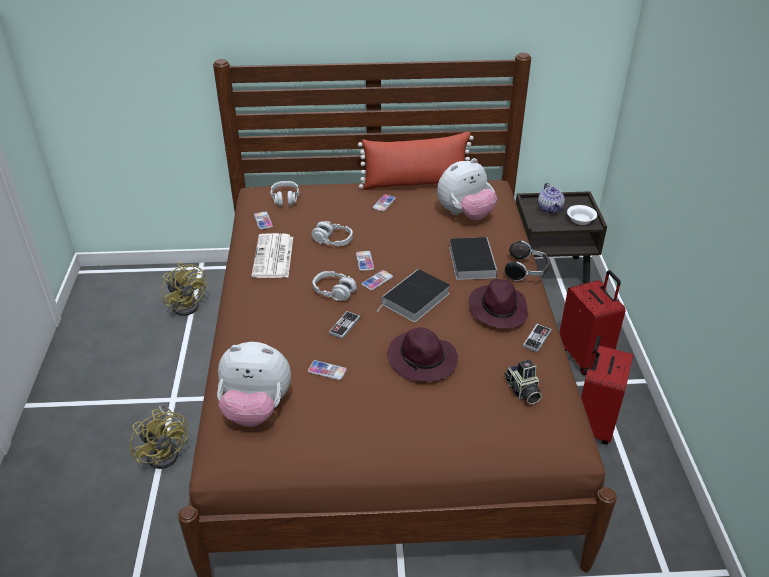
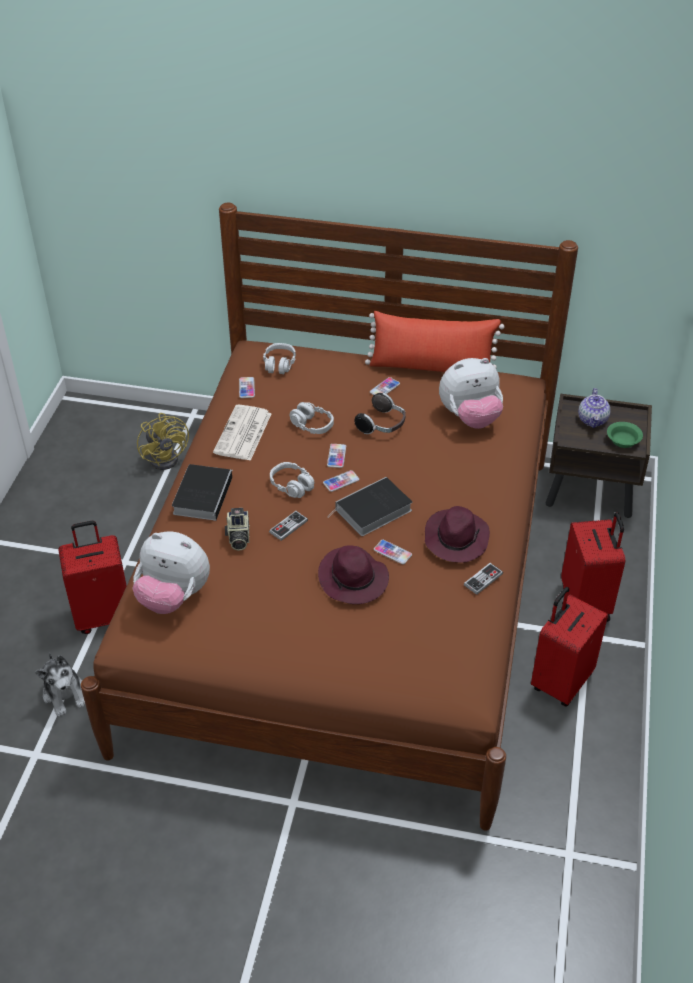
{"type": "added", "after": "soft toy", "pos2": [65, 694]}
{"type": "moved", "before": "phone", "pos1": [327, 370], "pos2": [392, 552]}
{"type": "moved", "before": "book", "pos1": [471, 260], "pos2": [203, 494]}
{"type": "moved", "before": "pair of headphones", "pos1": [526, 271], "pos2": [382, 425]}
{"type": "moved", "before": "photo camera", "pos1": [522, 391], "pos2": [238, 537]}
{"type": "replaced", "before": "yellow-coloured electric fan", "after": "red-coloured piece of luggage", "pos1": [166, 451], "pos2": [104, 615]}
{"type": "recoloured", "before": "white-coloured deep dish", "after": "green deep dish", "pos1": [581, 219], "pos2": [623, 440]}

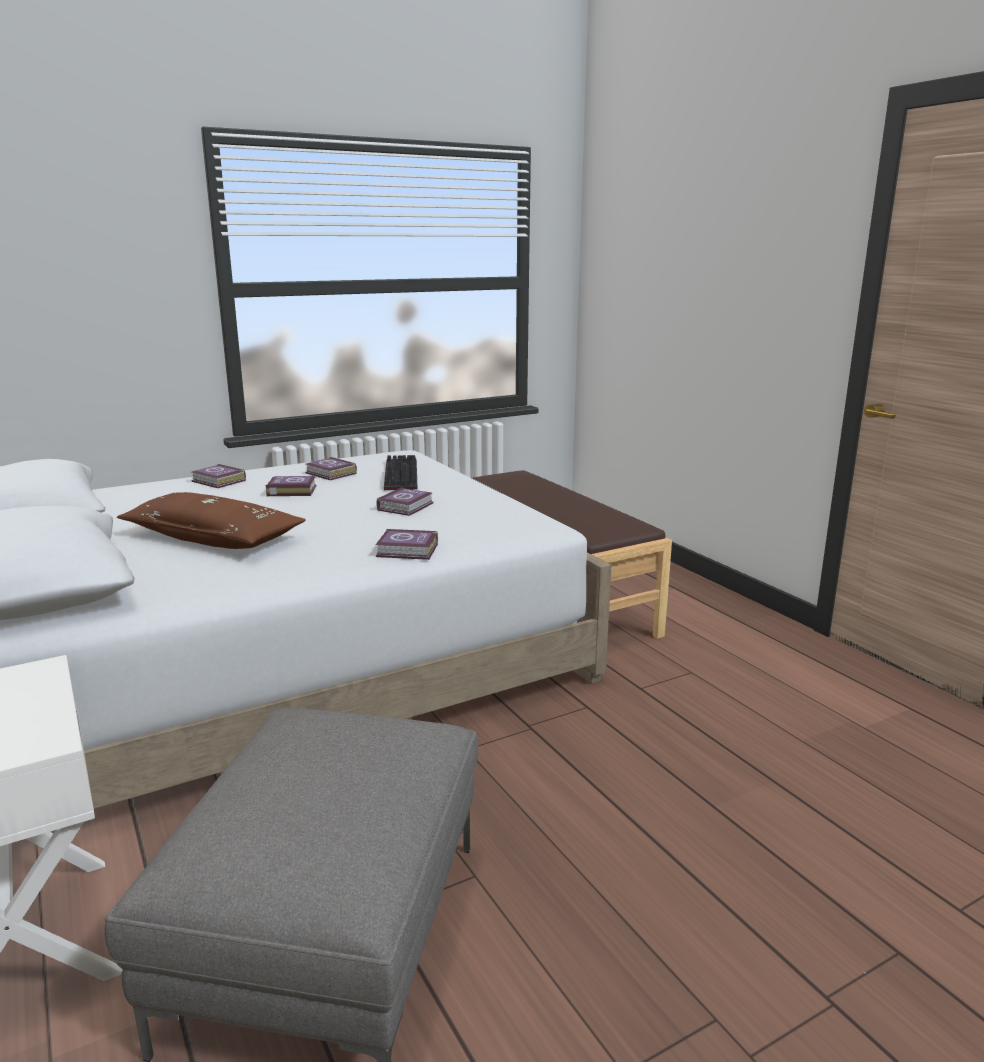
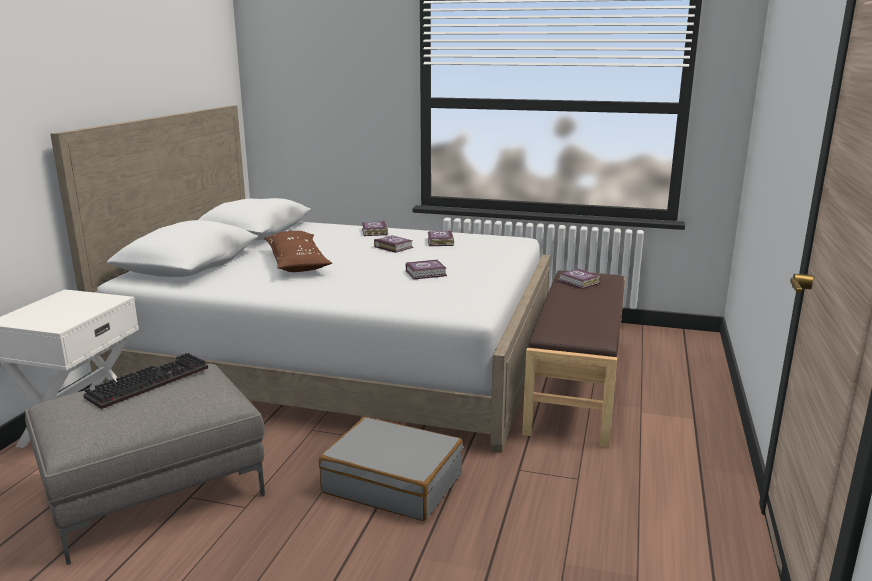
{"type": "added", "after": "grey piece of luggage", "pos2": [393, 483]}
{"type": "moved", "before": "book", "pos1": [408, 551], "pos2": [579, 282]}
{"type": "moved", "before": "keyboard", "pos1": [399, 475], "pos2": [149, 381]}

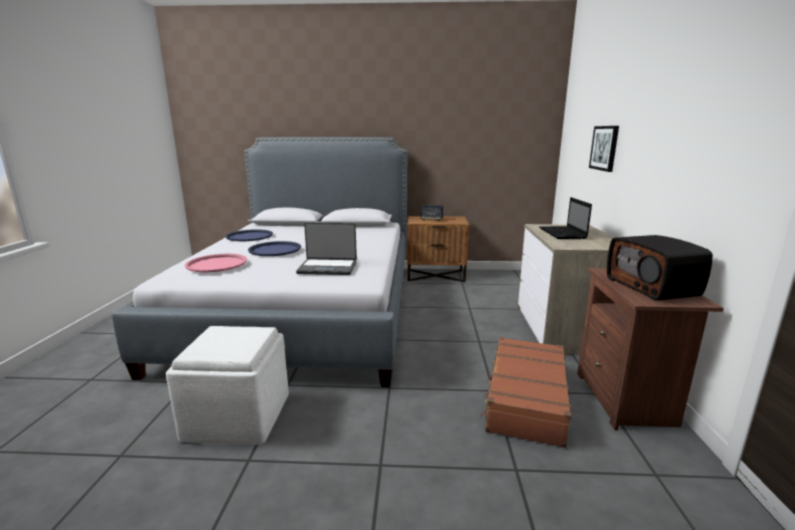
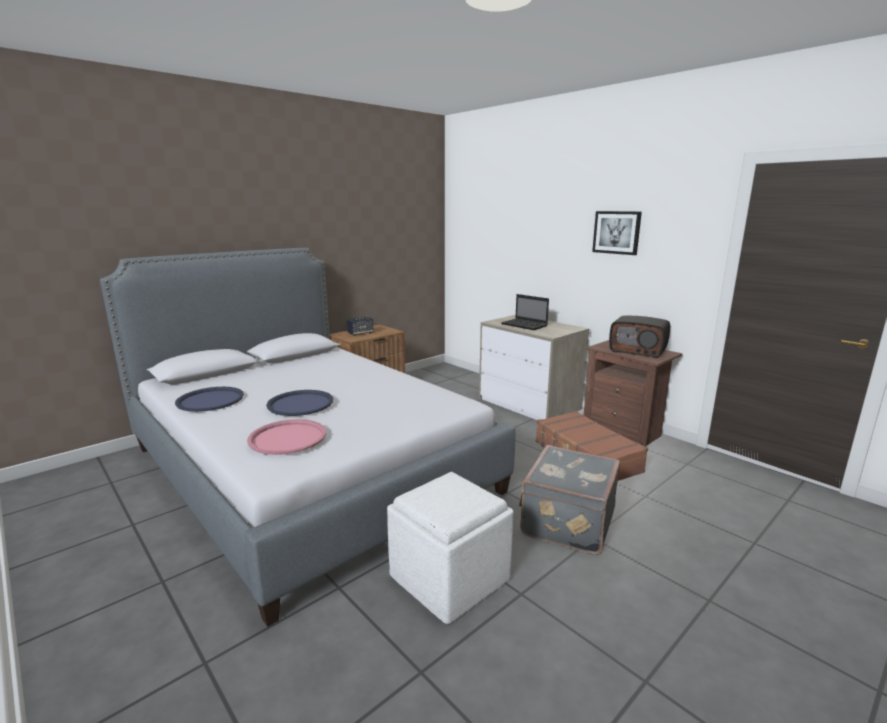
{"type": "removed", "before": "laptop", "pos1": [328, 268]}
{"type": "added", "after": "grey piece of luggage", "pos2": [566, 522]}
{"type": "moved", "before": "wall art", "pos1": [604, 148], "pos2": [616, 232]}

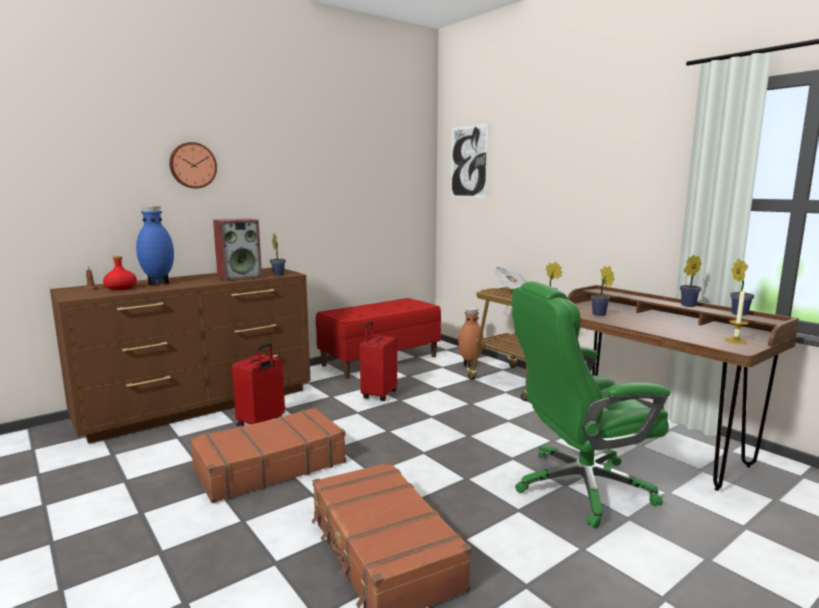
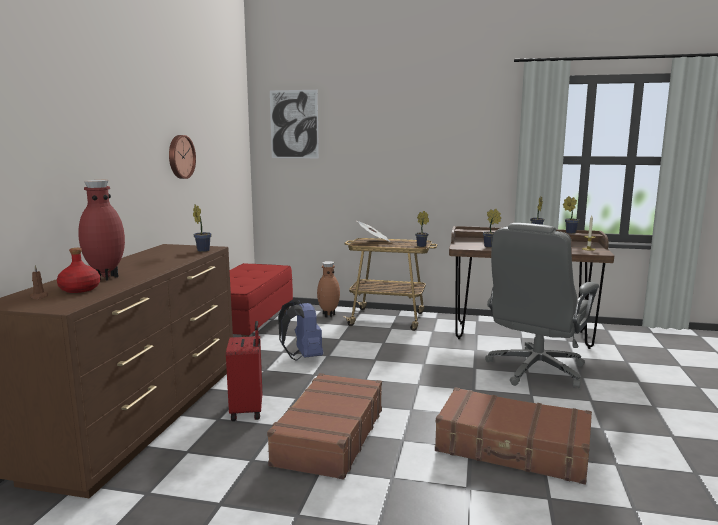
{"type": "removed", "before": "speaker", "pos1": [240, 277]}
{"type": "moved", "before": "wall clock", "pos1": [192, 165], "pos2": [180, 157]}
{"type": "replaced", "before": "red-coloured piece of luggage", "after": "bluish rucksack", "pos1": [378, 395], "pos2": [303, 357]}
{"type": "recoloured", "before": "bluish vase", "after": "red-coloured vase", "pos1": [158, 283], "pos2": [105, 278]}
{"type": "recoloured", "before": "green desk chair", "after": "grey desk chair", "pos1": [579, 487], "pos2": [535, 370]}

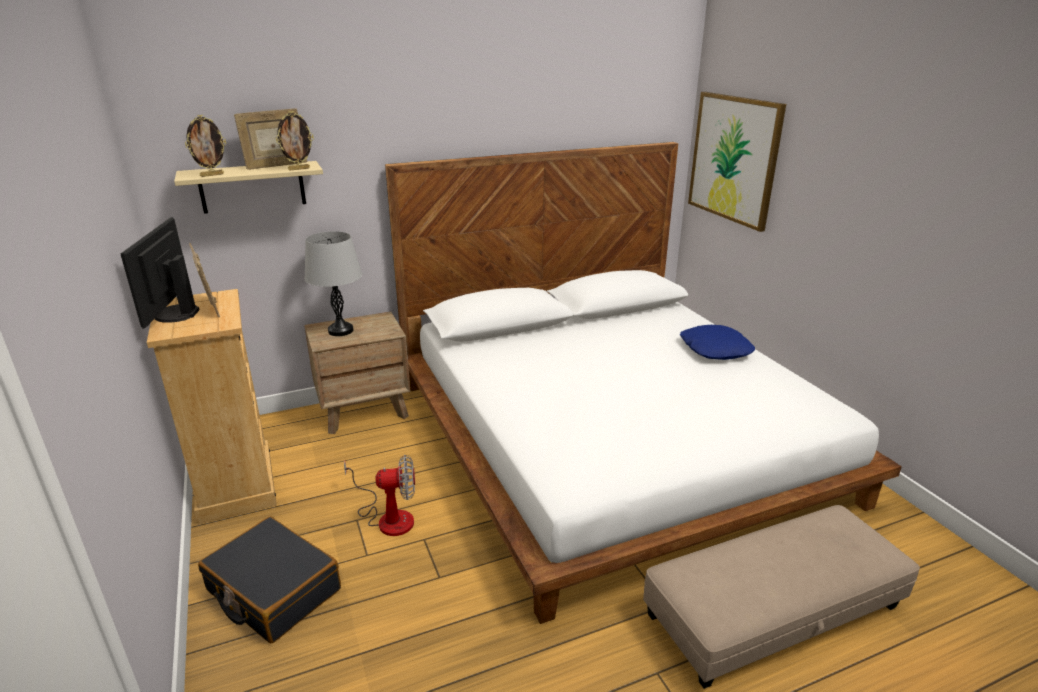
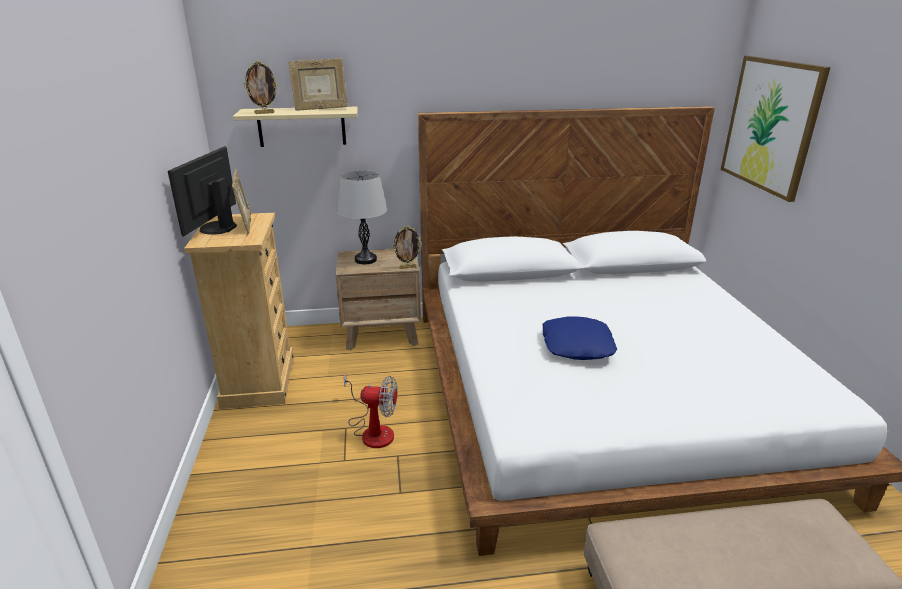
{"type": "removed", "before": "black-coloured piece of luggage", "pos1": [273, 590]}
{"type": "moved", "before": "standing frame", "pos1": [299, 169], "pos2": [407, 267]}
{"type": "moved", "before": "bluish throw pillow", "pos1": [714, 349], "pos2": [576, 345]}

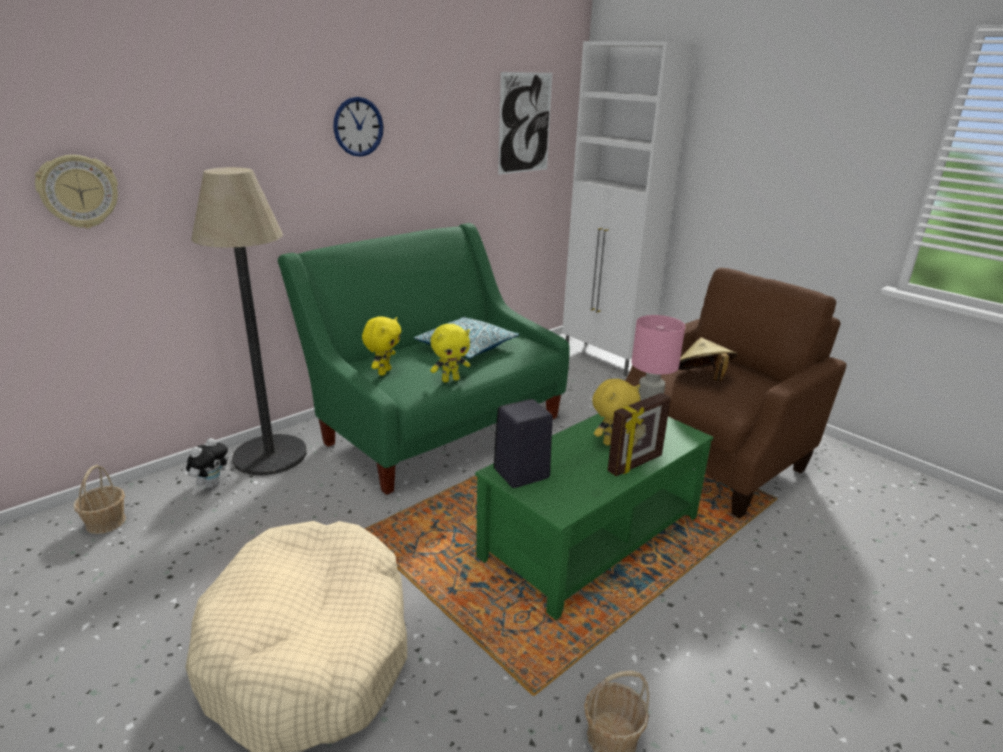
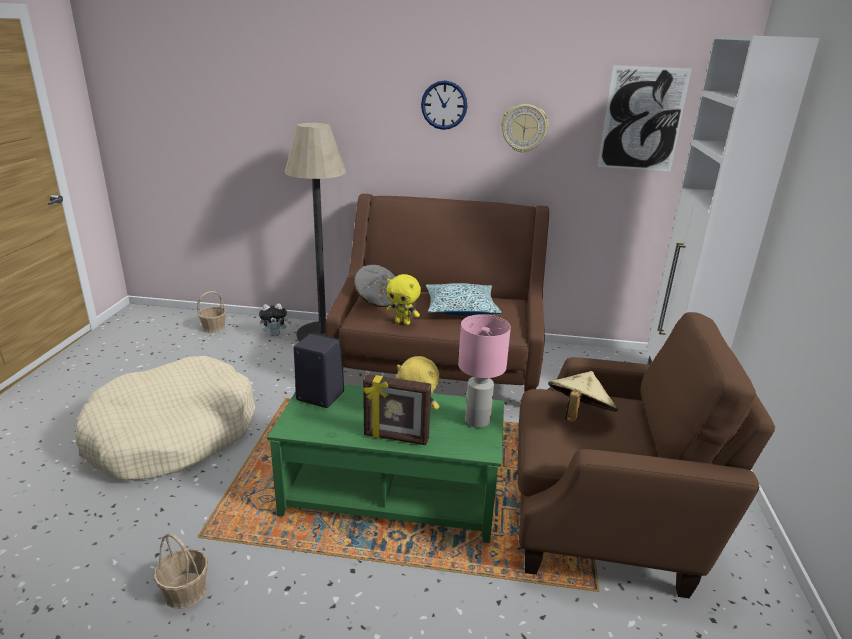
{"type": "moved", "before": "wall clock", "pos1": [78, 191], "pos2": [524, 128]}
{"type": "replaced", "before": "yellow-coloured soft toy", "after": "grey hat", "pos1": [383, 372], "pos2": [377, 300]}
{"type": "recoloured", "before": "green settee", "after": "brown-coloured settee", "pos1": [435, 424], "pos2": [438, 366]}

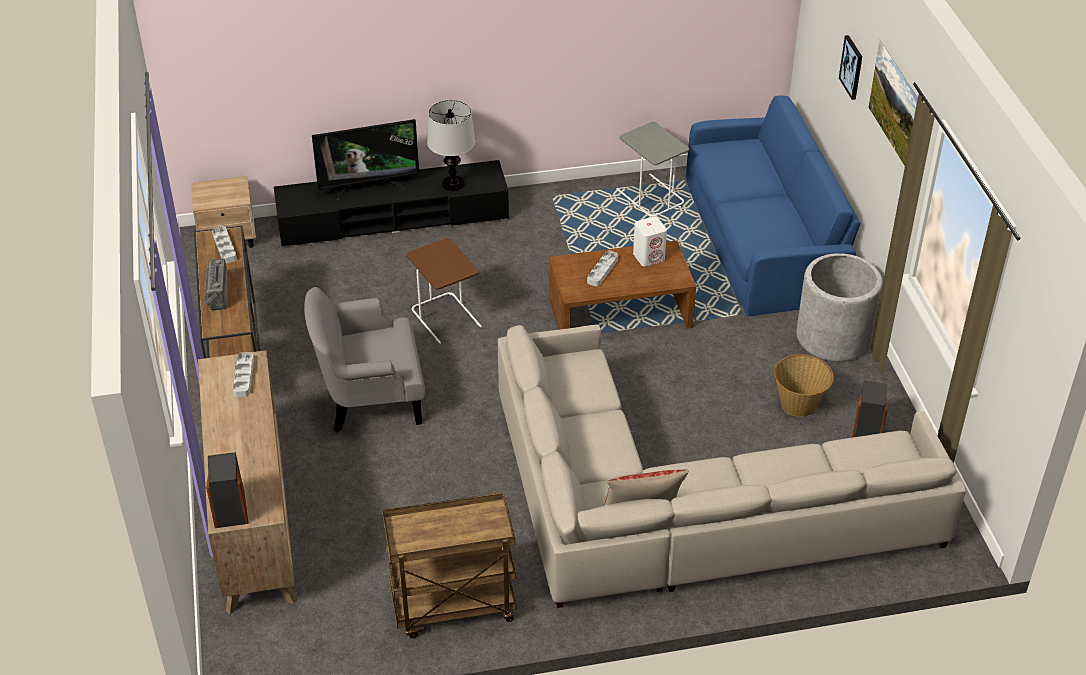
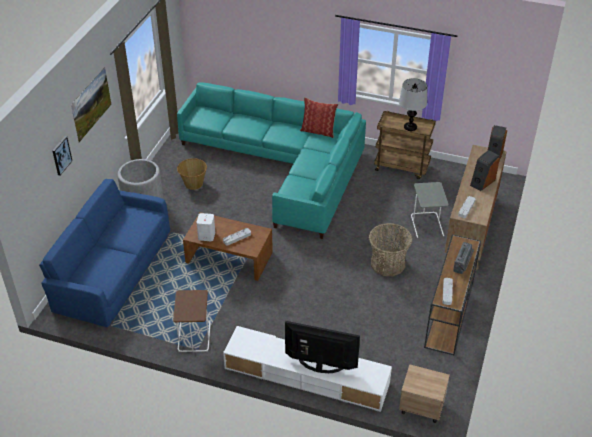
{"type": "moved", "before": "brown-coloured side table", "pos1": [446, 318], "pos2": [193, 335]}
{"type": "moved", "before": "tabletop lamp", "pos1": [453, 184], "pos2": [410, 127]}
{"type": "moved", "before": "grey side table", "pos1": [649, 196], "pos2": [427, 225]}
{"type": "moved", "before": "speaker", "pos1": [866, 429], "pos2": [482, 182]}
{"type": "replaced", "before": "grey easy chair", "after": "storage basket", "pos1": [370, 398], "pos2": [388, 264]}
{"type": "recoloured", "before": "black-coloured tv unit", "after": "white-coloured tv unit", "pos1": [393, 218], "pos2": [306, 376]}
{"type": "recoloured", "before": "beige settee", "after": "turquoise settee", "pos1": [683, 509], "pos2": [283, 165]}

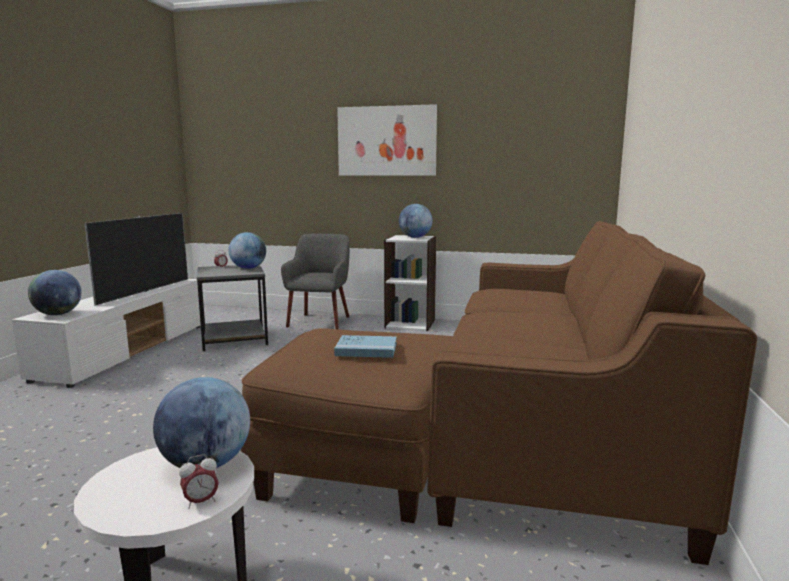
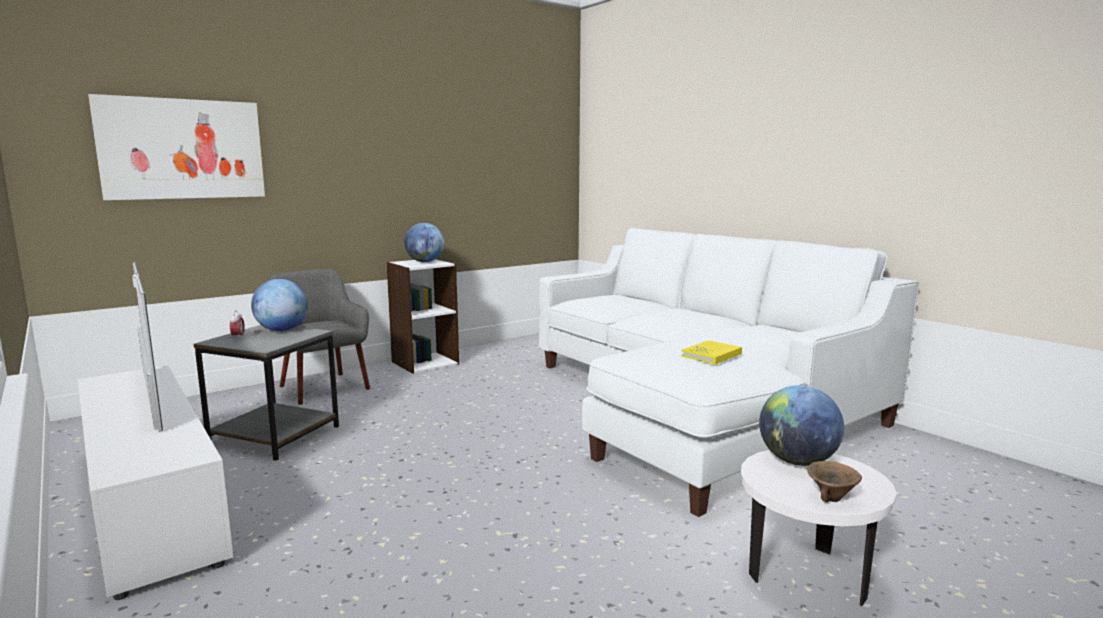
{"type": "removed", "before": "desk globe", "pos1": [58, 314]}
{"type": "removed", "before": "alarm clock", "pos1": [201, 502]}
{"type": "added", "after": "brown-coloured deep dish", "pos2": [831, 497]}
{"type": "moved", "before": "wall art", "pos1": [386, 141], "pos2": [182, 149]}
{"type": "recoloured", "before": "brown-coloured settee", "after": "white-coloured settee", "pos1": [513, 426], "pos2": [693, 405]}
{"type": "recoloured", "before": "bluish book", "after": "yellow-coloured book", "pos1": [366, 349], "pos2": [711, 355]}

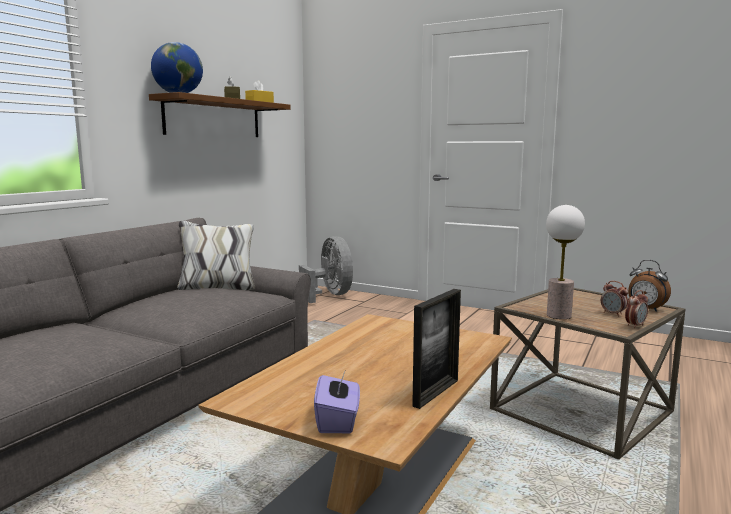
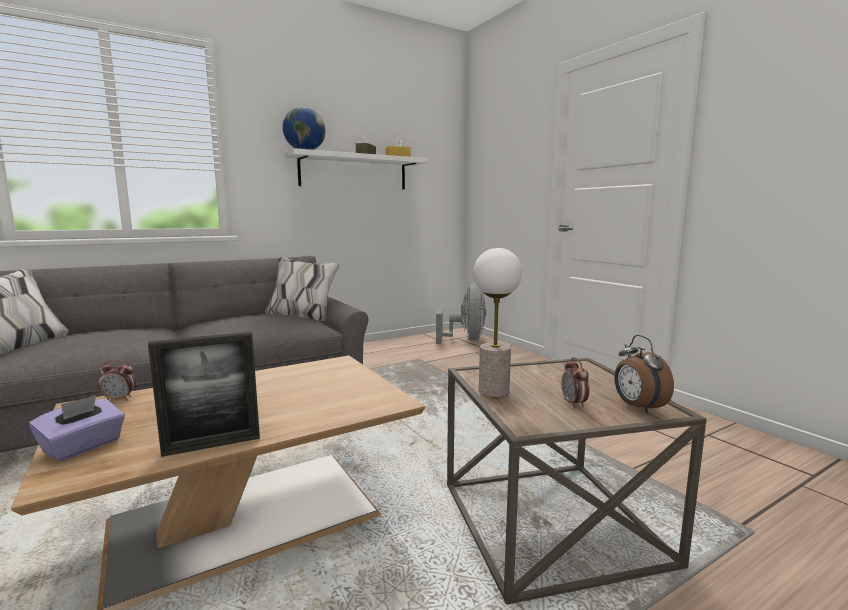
{"type": "moved", "before": "alarm clock", "pos1": [635, 326], "pos2": [119, 399]}
{"type": "recoloured", "before": "brown-coloured wall shelf", "after": "white-coloured wall shelf", "pos1": [214, 118], "pos2": [354, 172]}

